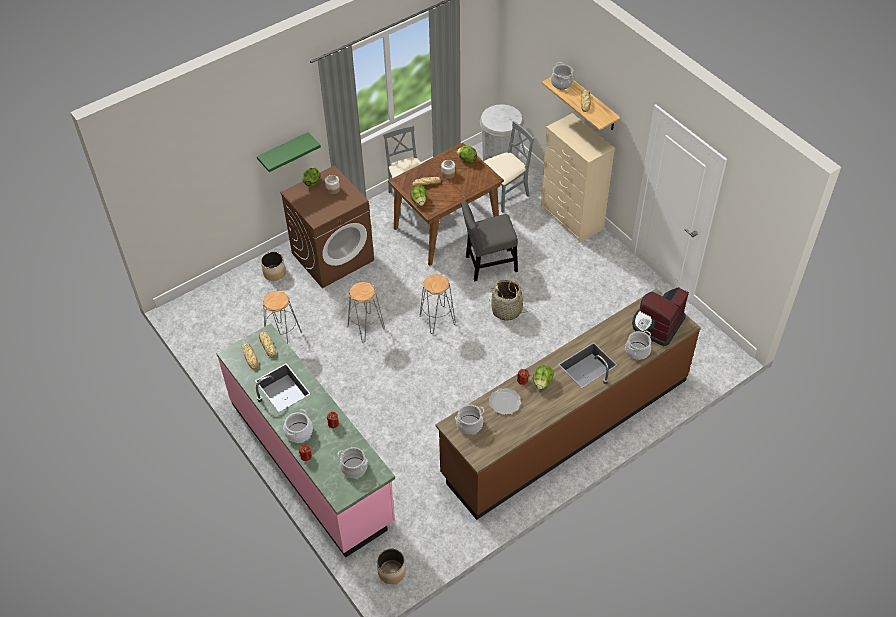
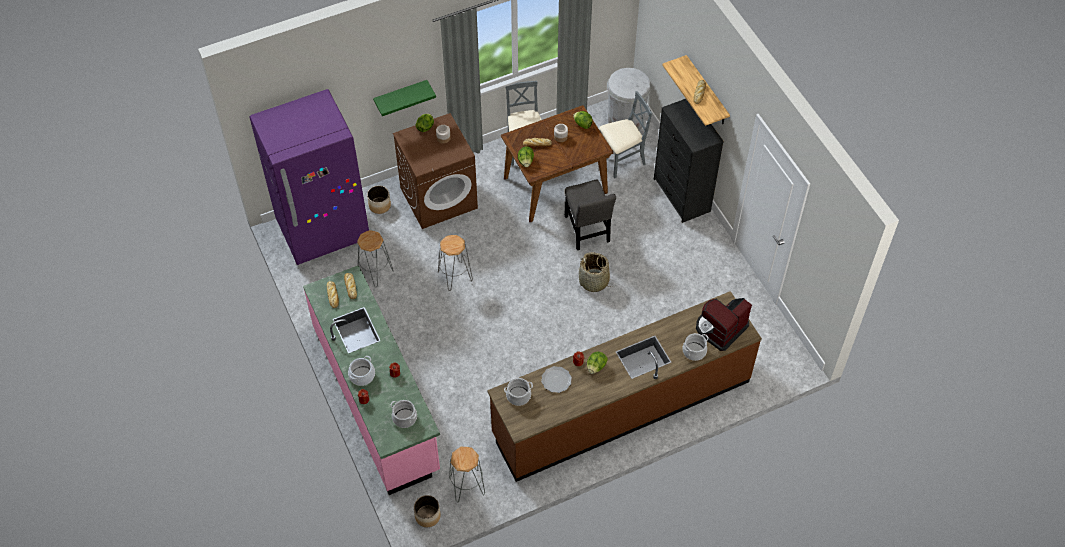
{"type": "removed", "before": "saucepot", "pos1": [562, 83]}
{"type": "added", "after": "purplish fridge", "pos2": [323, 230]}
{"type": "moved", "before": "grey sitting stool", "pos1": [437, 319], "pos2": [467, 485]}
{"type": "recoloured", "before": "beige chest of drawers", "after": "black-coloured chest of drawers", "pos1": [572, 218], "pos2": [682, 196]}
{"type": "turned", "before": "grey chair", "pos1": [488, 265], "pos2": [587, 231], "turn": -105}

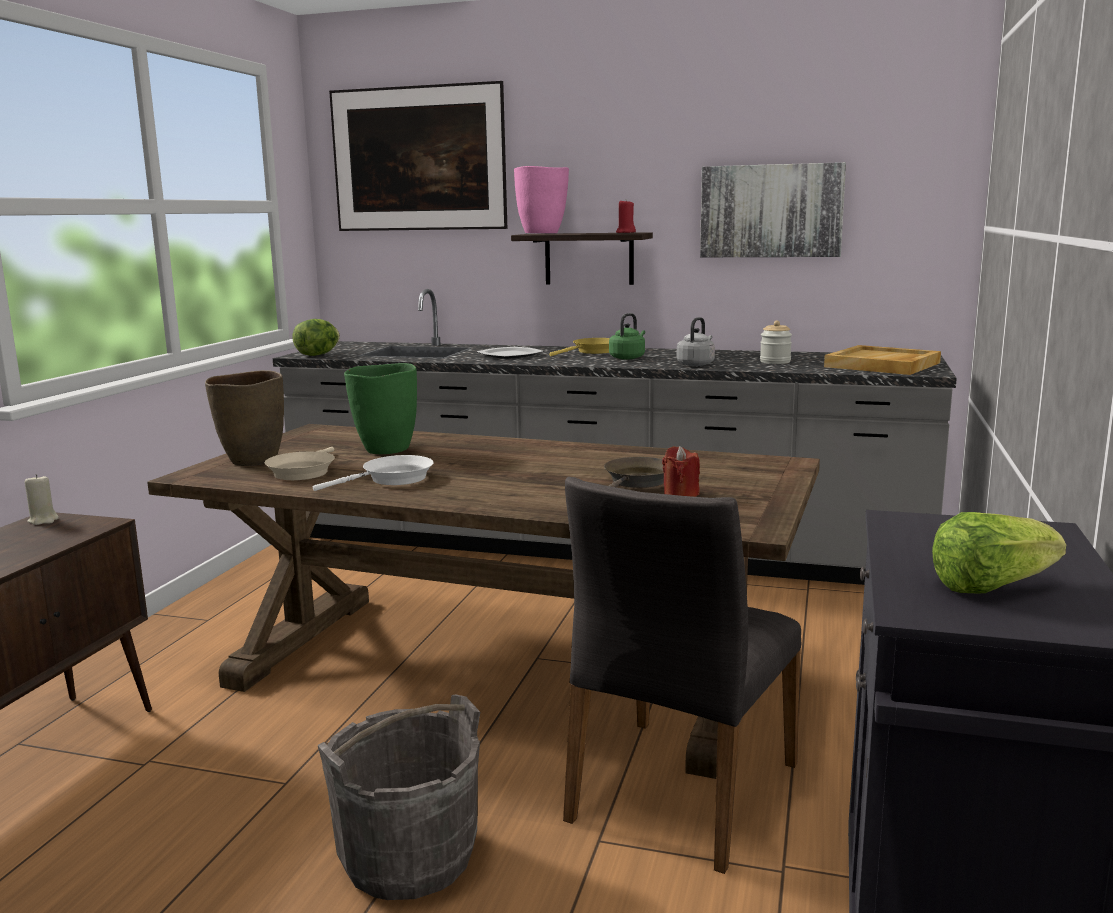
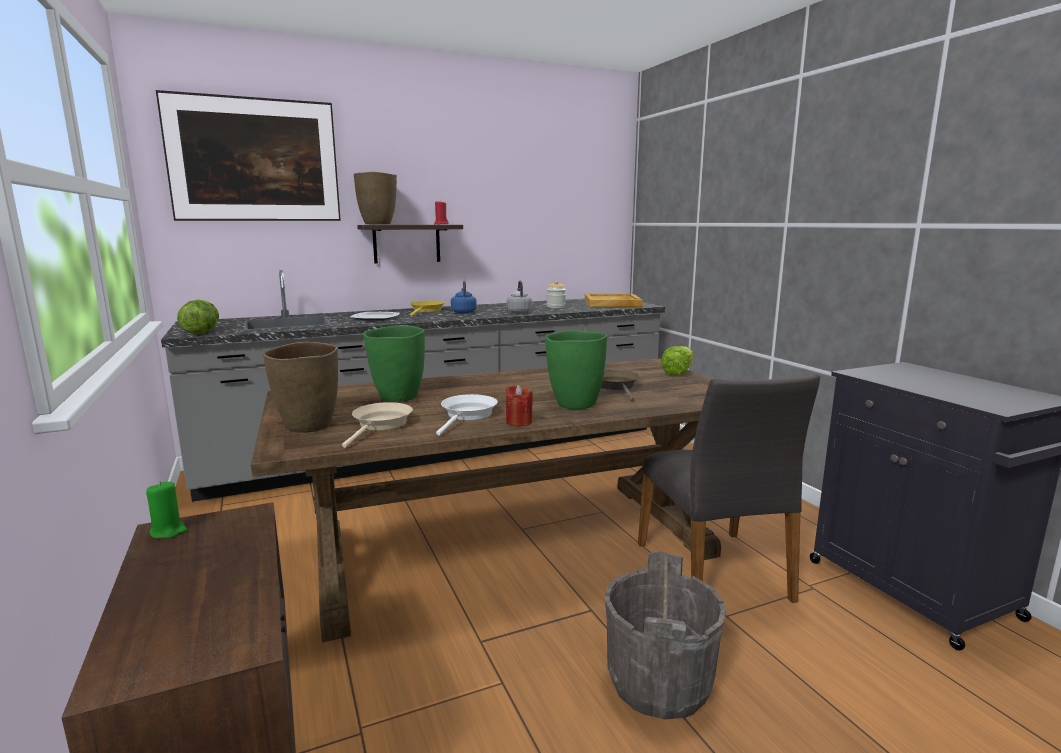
{"type": "removed", "before": "wall art", "pos1": [771, 211]}
{"type": "added", "after": "green vase", "pos2": [574, 404]}
{"type": "moved", "before": "red-coloured candle", "pos1": [680, 494], "pos2": [519, 422]}
{"type": "moved", "before": "lettuce", "pos1": [990, 586], "pos2": [678, 372]}
{"type": "recoloured", "before": "beige candle", "after": "green candle", "pos1": [43, 520], "pos2": [168, 531]}
{"type": "recoloured", "before": "pink-coloured vase", "after": "brown-coloured vase", "pos1": [542, 233], "pos2": [377, 224]}
{"type": "recoloured", "before": "green water kettle", "after": "bluish water kettle", "pos1": [628, 357], "pos2": [464, 312]}
{"type": "turned", "before": "beige pan", "pos1": [303, 472], "pos2": [381, 425], "turn": -135}

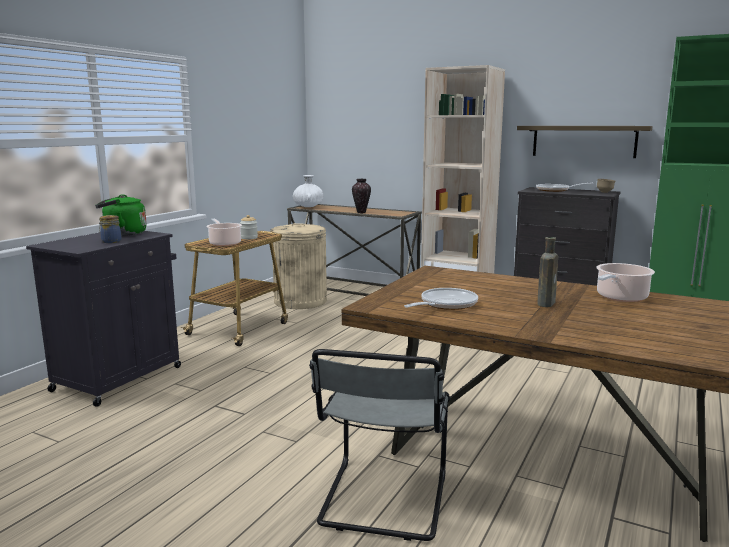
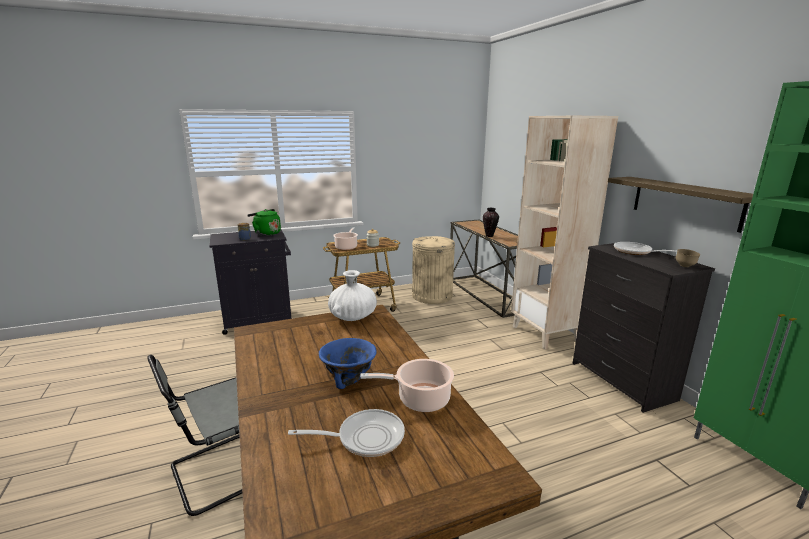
{"type": "moved", "before": "white-coloured vase", "pos1": [308, 206], "pos2": [353, 317]}
{"type": "moved", "before": "pan", "pos1": [445, 304], "pos2": [365, 438]}
{"type": "replaced", "before": "brown-coloured drink bottle", "after": "bluish deep dish", "pos1": [546, 303], "pos2": [348, 377]}

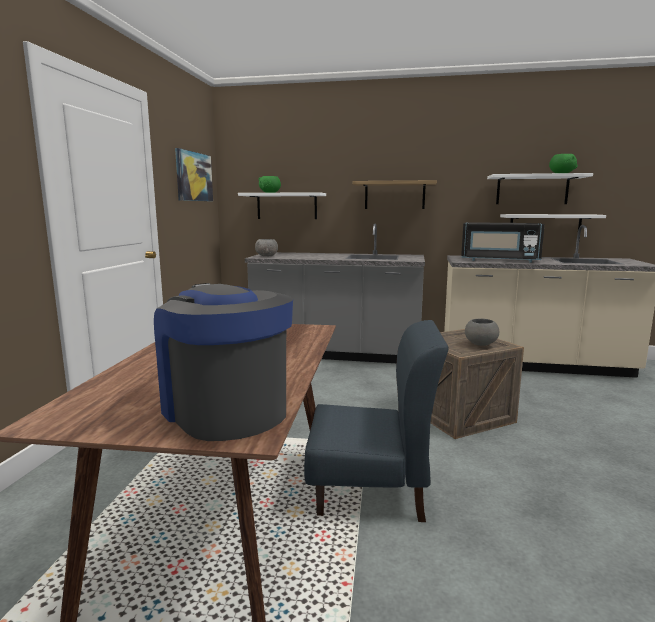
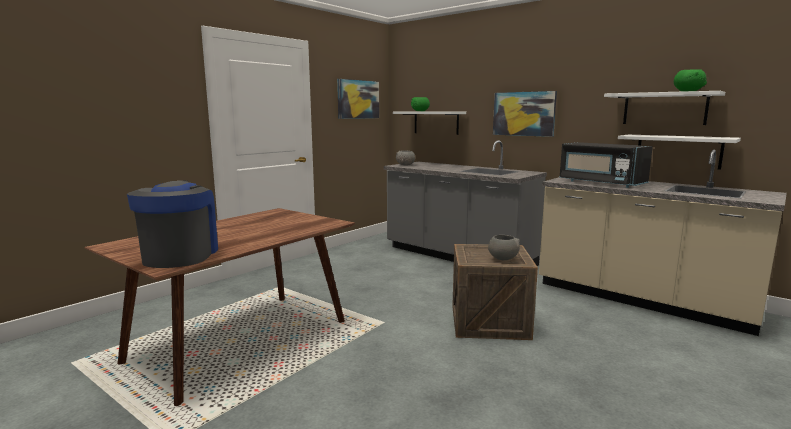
{"type": "removed", "before": "bluish chair", "pos1": [370, 491]}
{"type": "replaced", "before": "wall shelf", "after": "wall art", "pos1": [394, 195], "pos2": [523, 113]}

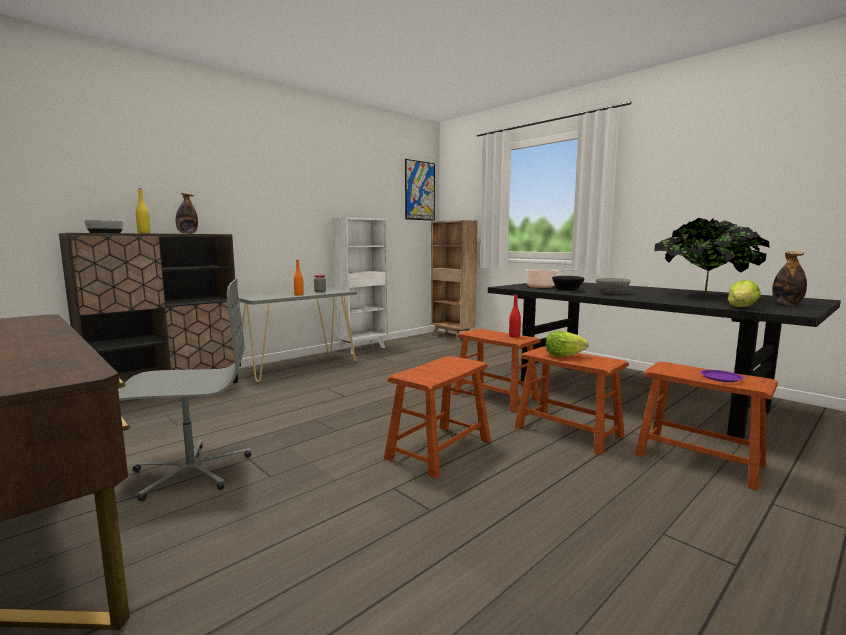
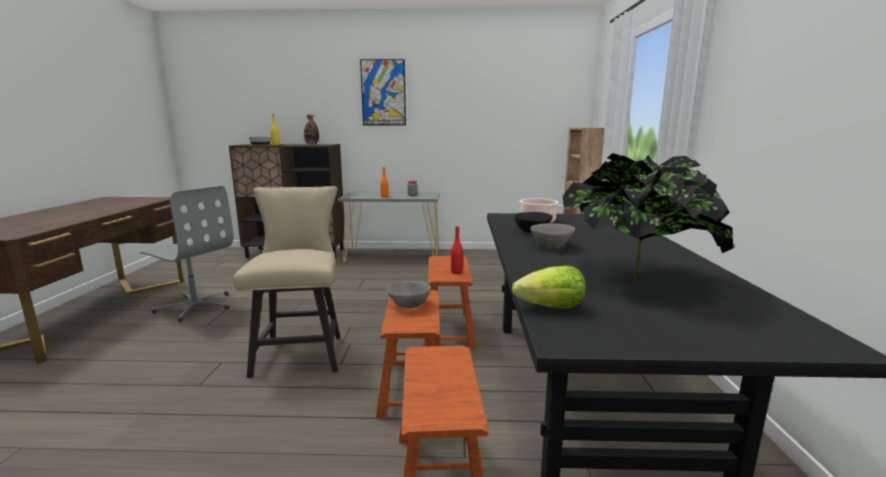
{"type": "removed", "before": "white-coloured bookcase", "pos1": [363, 348]}
{"type": "removed", "before": "purplish flat dish", "pos1": [721, 378]}
{"type": "removed", "before": "drink bottle", "pos1": [787, 304]}
{"type": "moved", "before": "wall art", "pos1": [420, 190], "pos2": [383, 93]}
{"type": "replaced", "before": "brown-coloured sitting stool", "after": "beige chair", "pos1": [439, 449], "pos2": [301, 352]}
{"type": "replaced", "before": "lettuce", "after": "grey deep dish", "pos1": [563, 356], "pos2": [409, 304]}

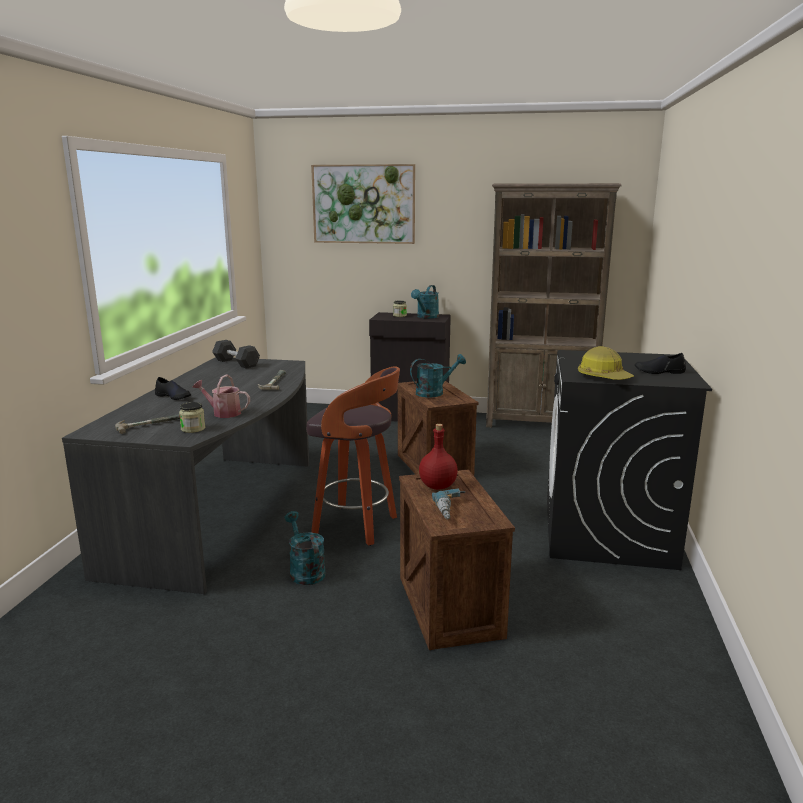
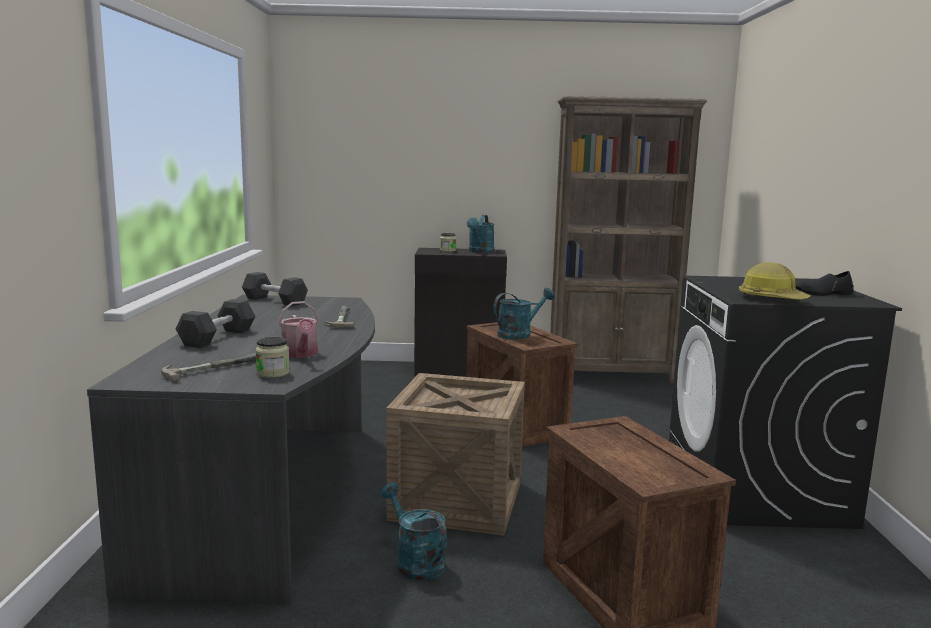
{"type": "removed", "before": "wall art", "pos1": [363, 204]}
{"type": "removed", "before": "red-coloured drink bottle", "pos1": [438, 486]}
{"type": "removed", "before": "drill", "pos1": [453, 510]}
{"type": "replaced", "before": "black-coloured shoe", "after": "black-coloured dumbbell", "pos1": [173, 396], "pos2": [217, 337]}
{"type": "replaced", "before": "sitting stool", "after": "packing crate", "pos1": [357, 526], "pos2": [457, 500]}
{"type": "turned", "before": "watering pot", "pos1": [223, 413], "pos2": [300, 354], "turn": -120}

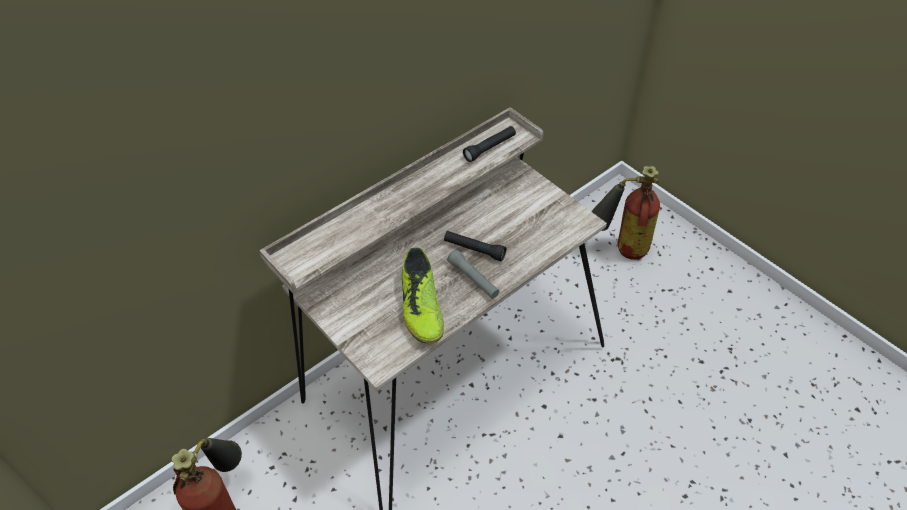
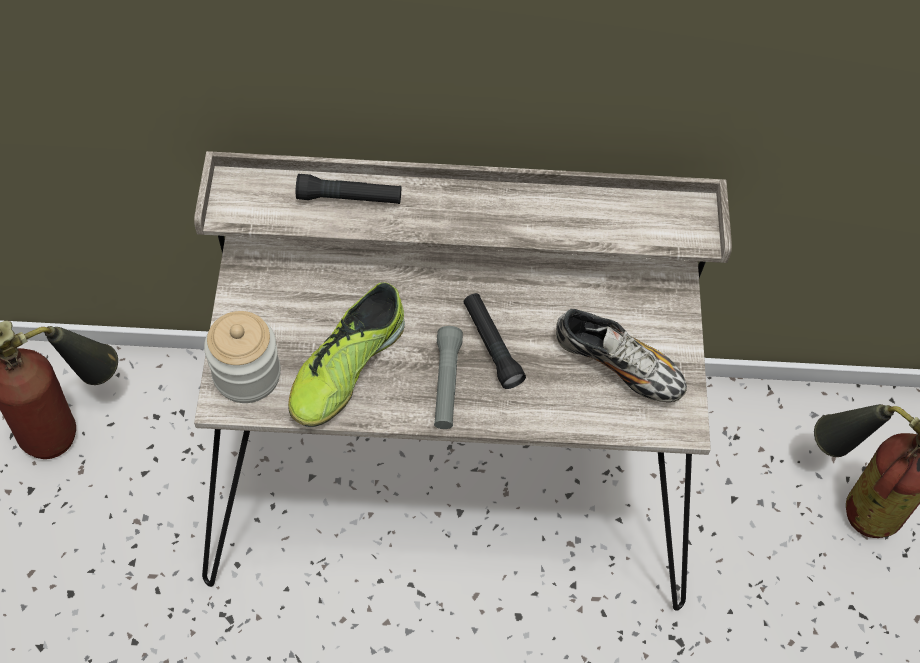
{"type": "added", "after": "storage jar", "pos2": [247, 374]}
{"type": "added", "after": "shoe", "pos2": [618, 366]}
{"type": "moved", "before": "black-coloured flashlight", "pos1": [489, 148], "pos2": [349, 198]}

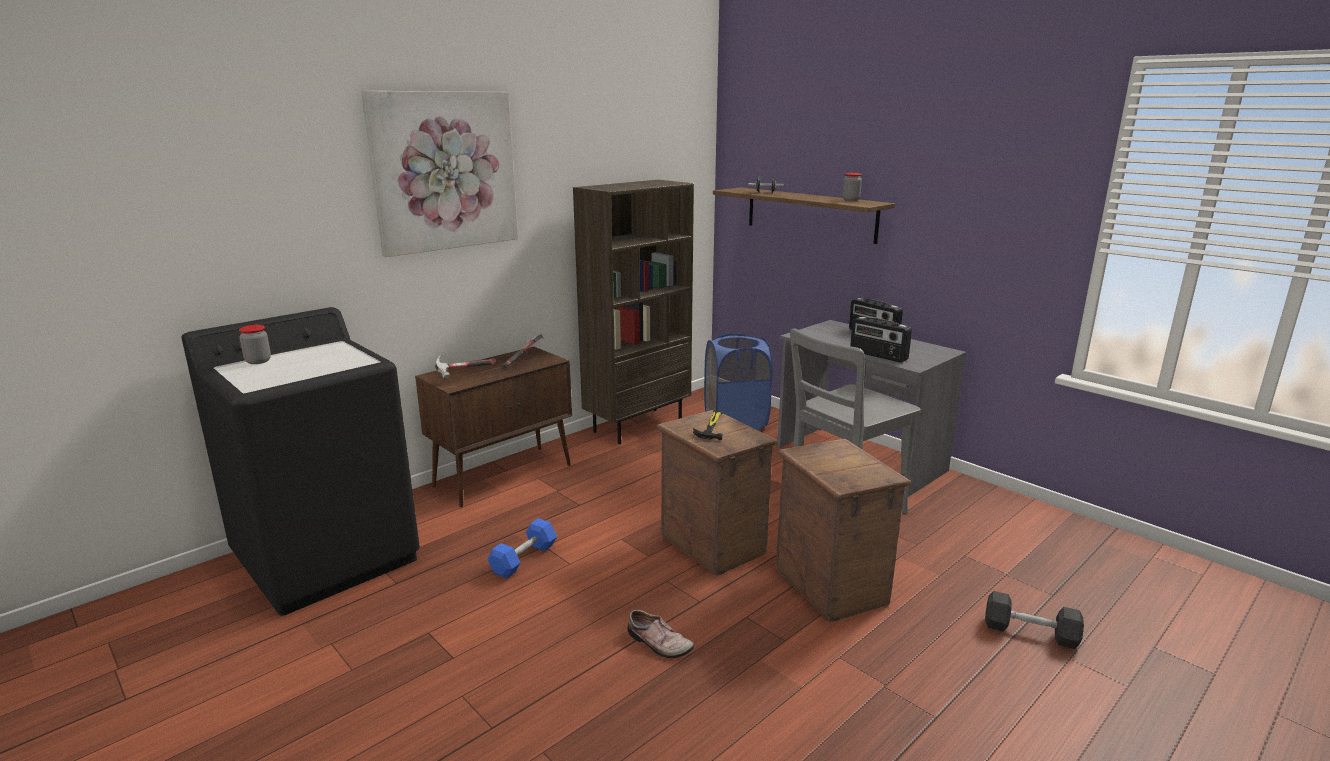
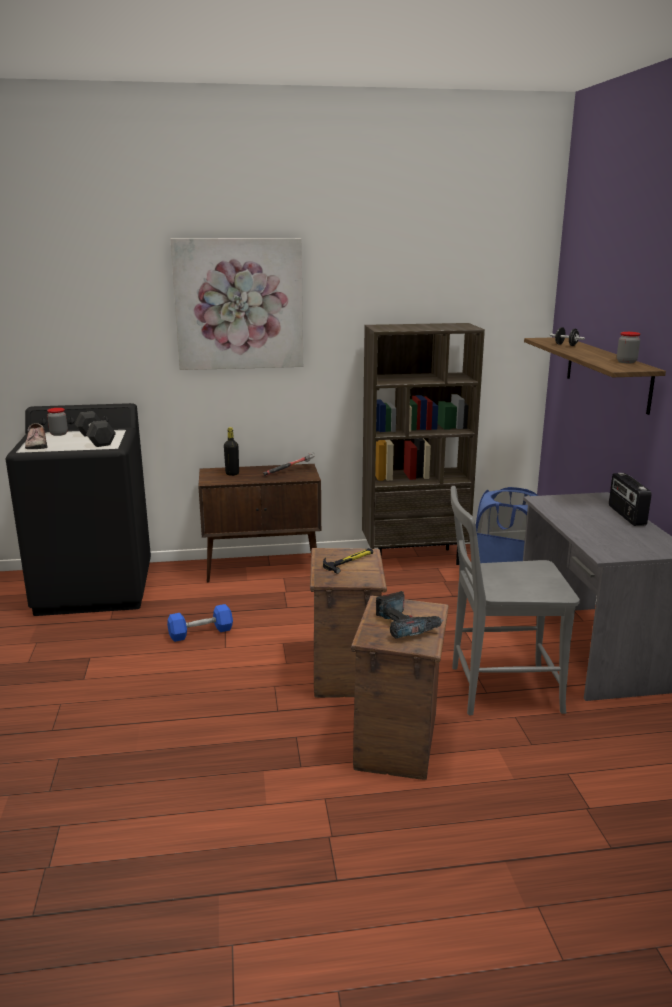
{"type": "removed", "before": "radio receiver", "pos1": [878, 355]}
{"type": "added", "after": "drill", "pos2": [405, 624]}
{"type": "moved", "before": "shoe", "pos1": [658, 644], "pos2": [36, 445]}
{"type": "moved", "before": "grey dumbbell", "pos1": [1030, 632], "pos2": [95, 439]}
{"type": "replaced", "before": "tool hammer", "after": "black-coloured drink bottle", "pos1": [465, 373], "pos2": [232, 474]}

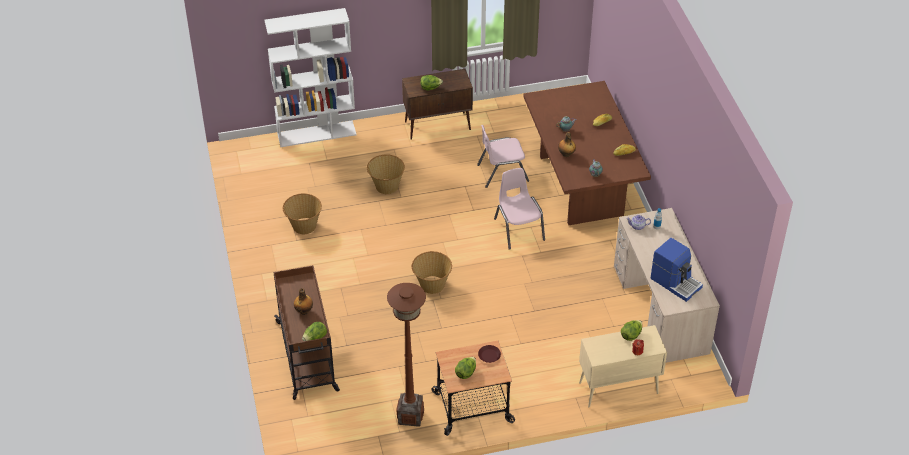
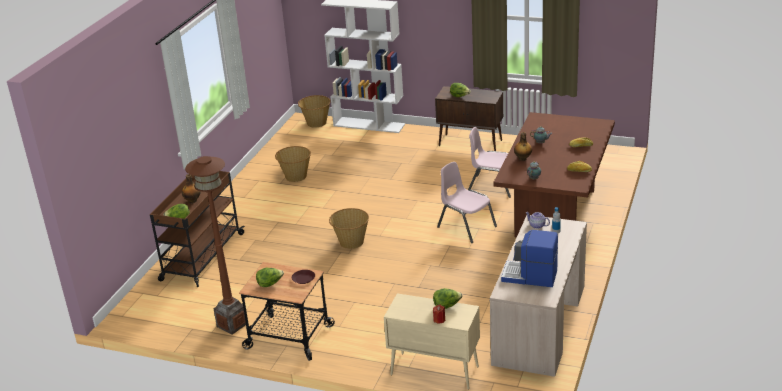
{"type": "moved", "before": "storage basket", "pos1": [386, 186], "pos2": [316, 123]}
{"type": "turned", "before": "pink-coloured chair", "pos1": [518, 229], "pos2": [466, 227], "turn": -60}
{"type": "turned", "before": "coffee machine", "pos1": [676, 282], "pos2": [530, 276], "turn": 120}

